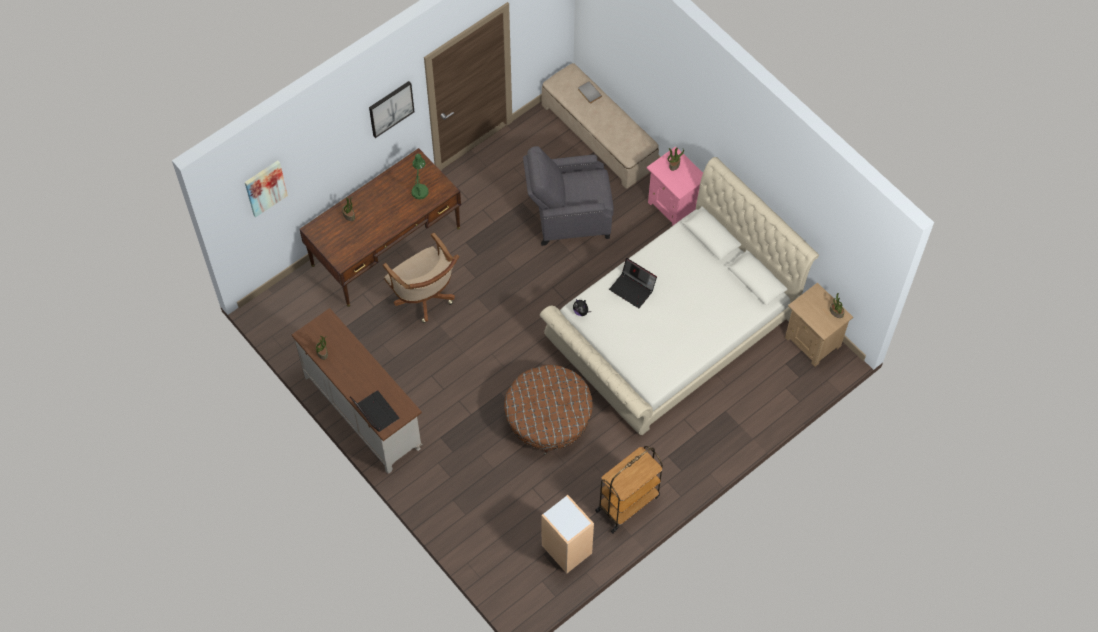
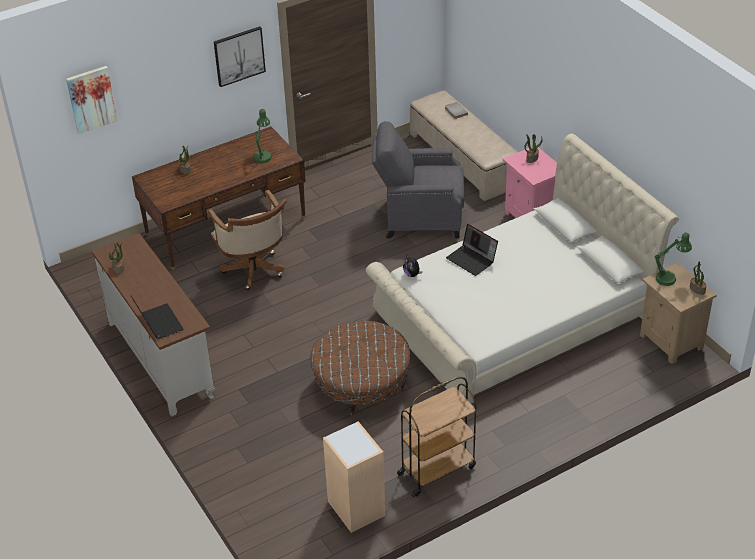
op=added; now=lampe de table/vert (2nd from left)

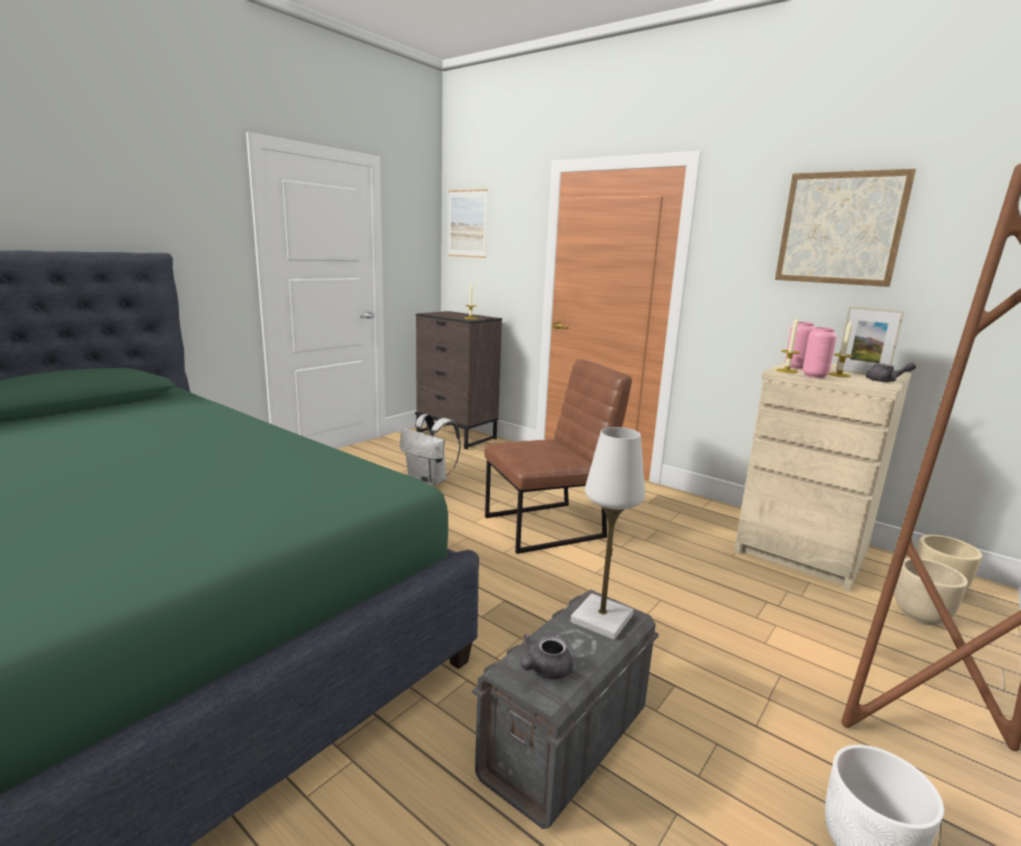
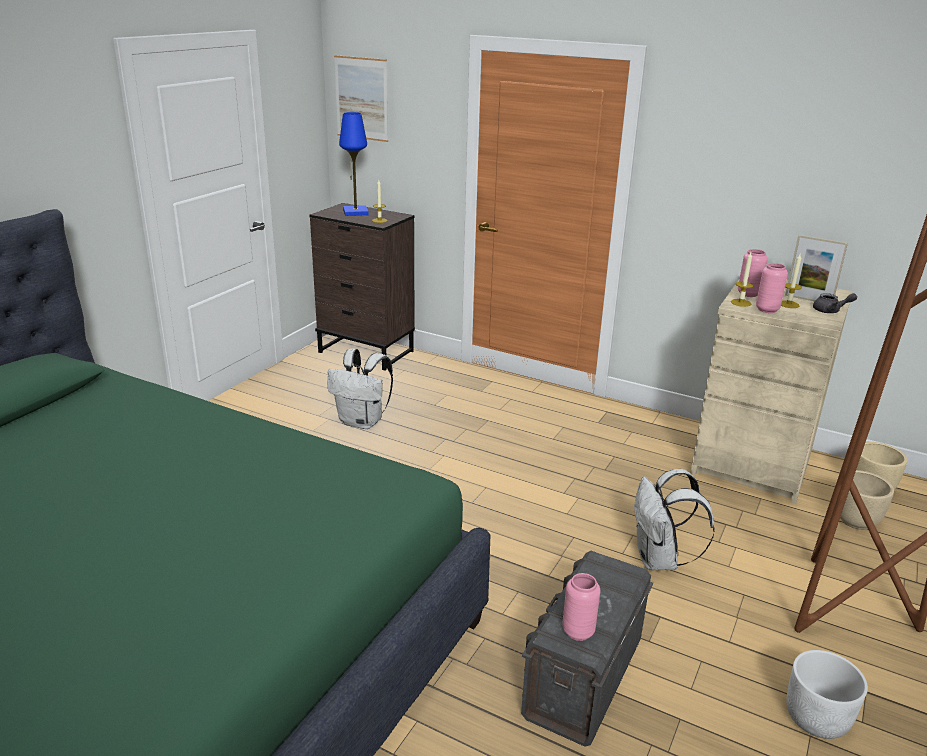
op=added; now=lampe de table/bleu
op=replaced; was=théière/gris (1st from left); now=vase/rose (1st from left)
op=added; now=sac à dos/blanc (2nd from left)
op=removed; was=chaise/marron
op=removed; was=lampe de table/blanc
op=removed; was=tableau (2nd from left)

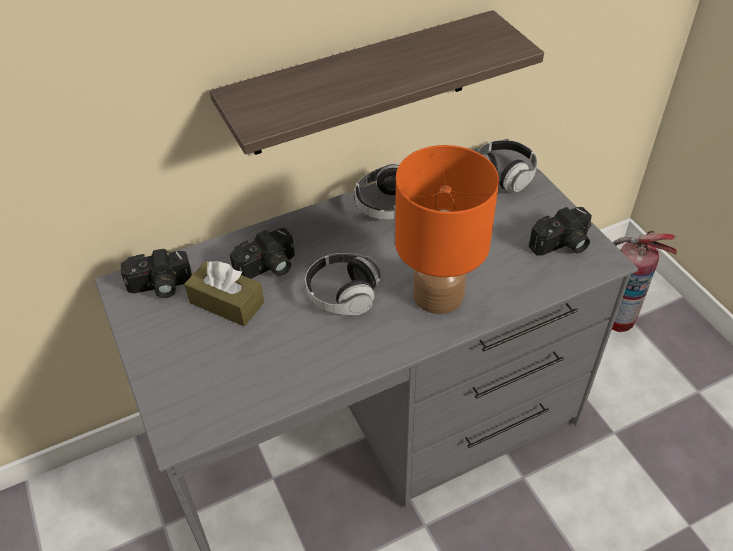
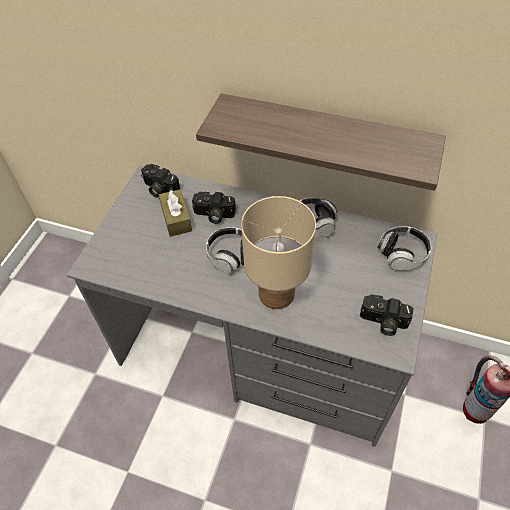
op=recoloured; was=lampe de table/orange; now=lampe de table/beige

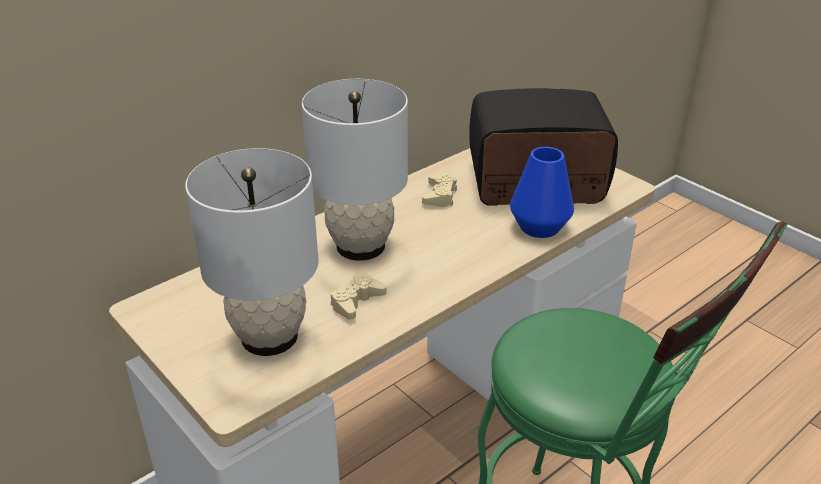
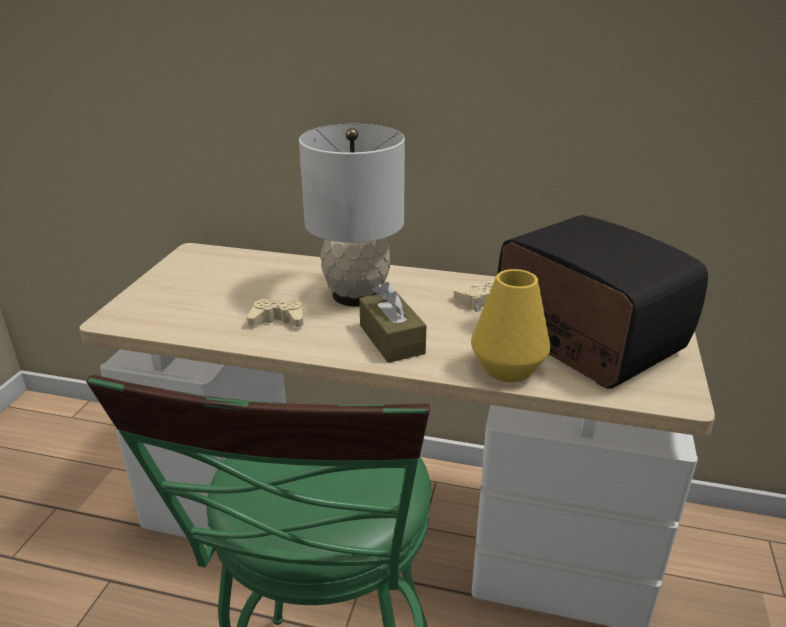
op=added; now=boîte à mouchoirs/marron
op=recoloured; was=vase/bleu; now=vase/jaune
op=removed; was=lampe de table/blanc (1st from left)

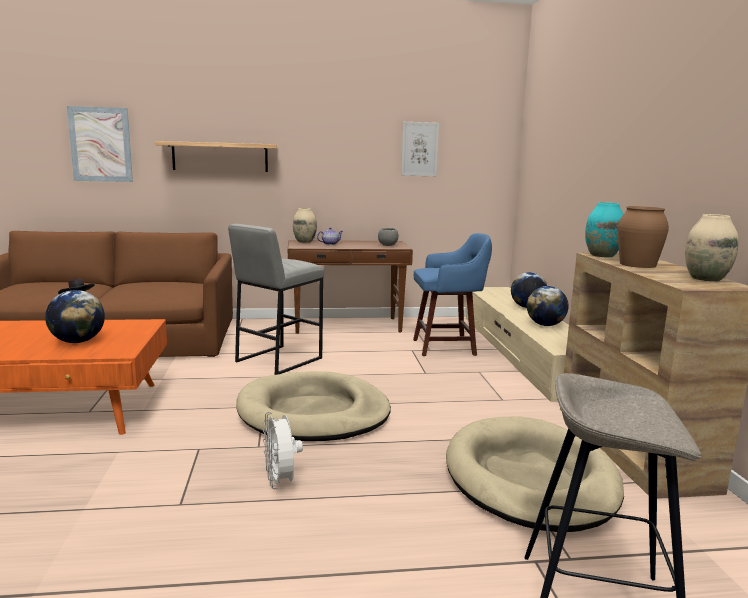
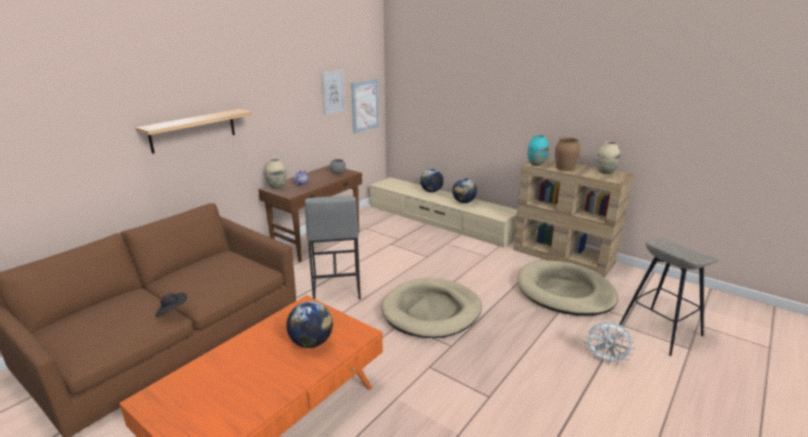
op=moved; was=tableau (1st from left in the first image); now=tableau (2nd from left)
op=moved; was=ventilateur/blanc
op=removed; was=tabouret/bleu

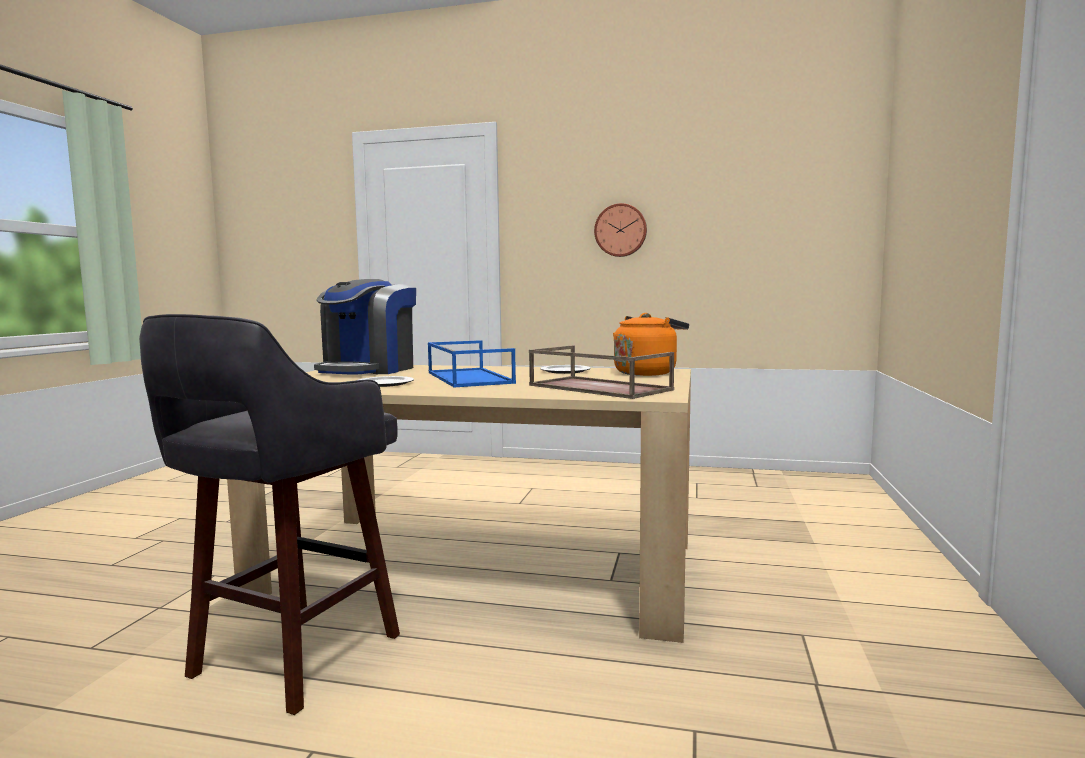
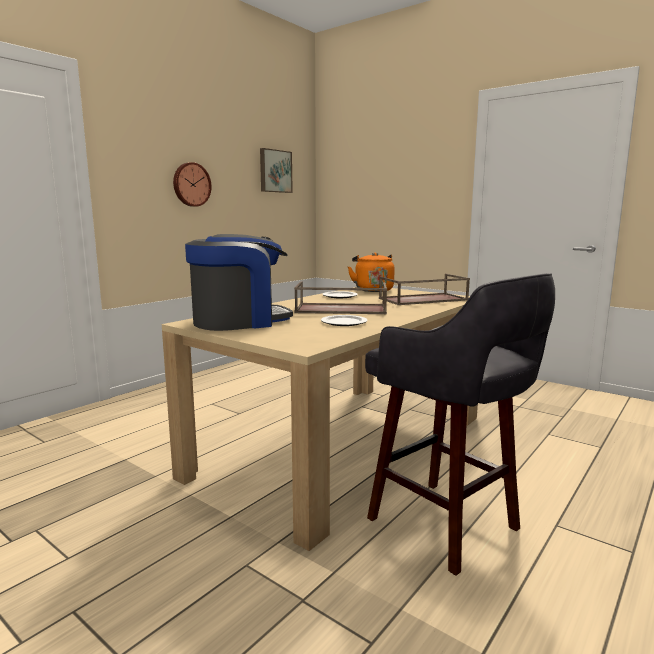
op=turned; was=machine à café; clockwise=-75
op=added; now=tableau
op=recoloured; was=plateau/bleu; now=plateau/marron (1st from left)

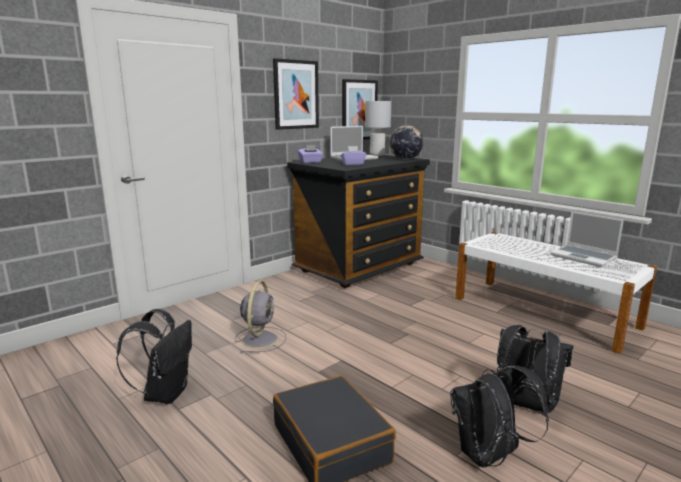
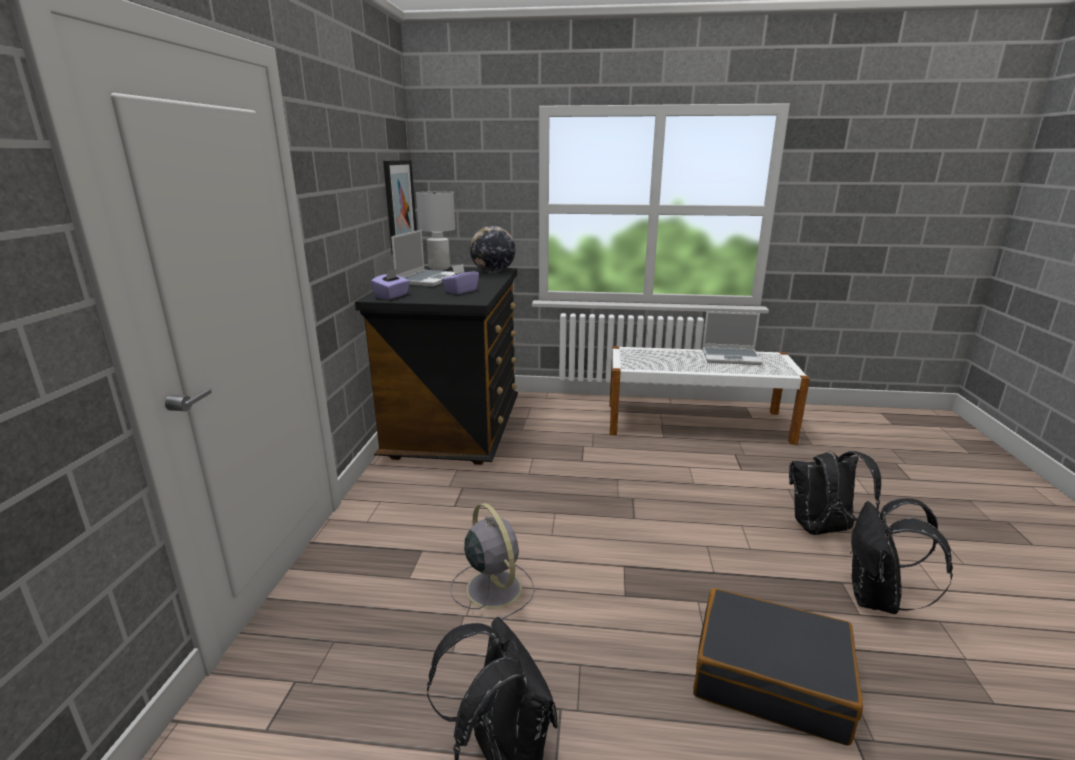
op=removed; was=tableau (1st from left)

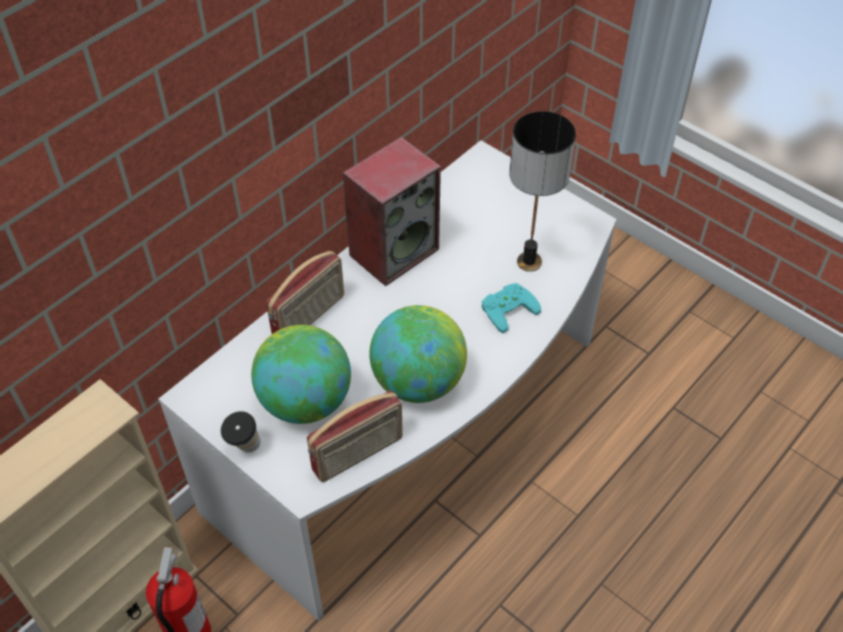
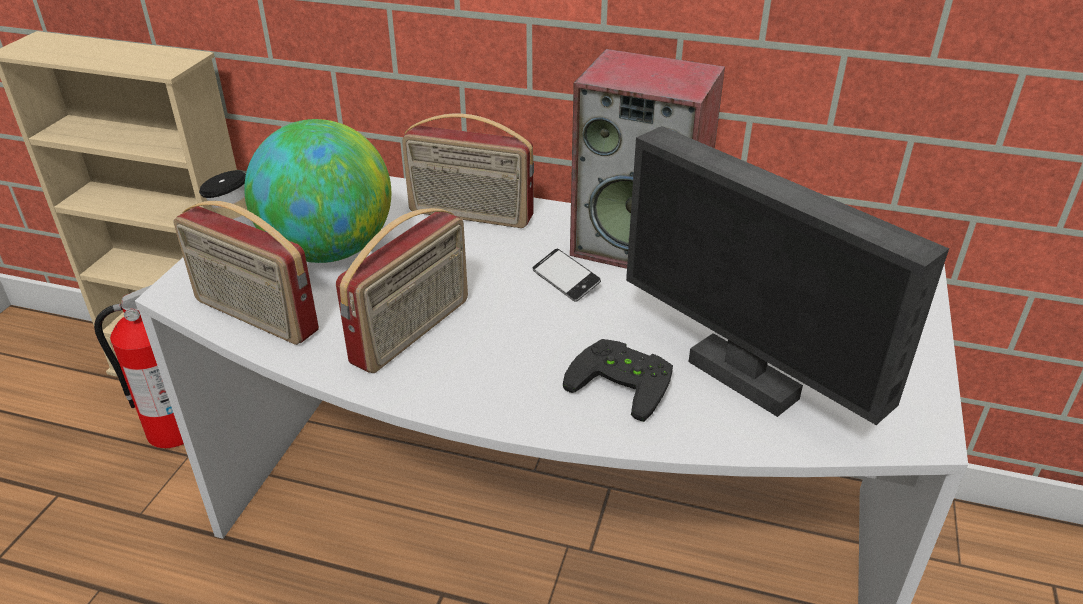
op=replaced; was=globe (2nd from left); now=radio (2nd from left)
op=added; now=téléphone
op=recoloured; was=manette/turquoise; now=manette/noir
op=replaced; was=lampe de table; now=écran d'ordinateur

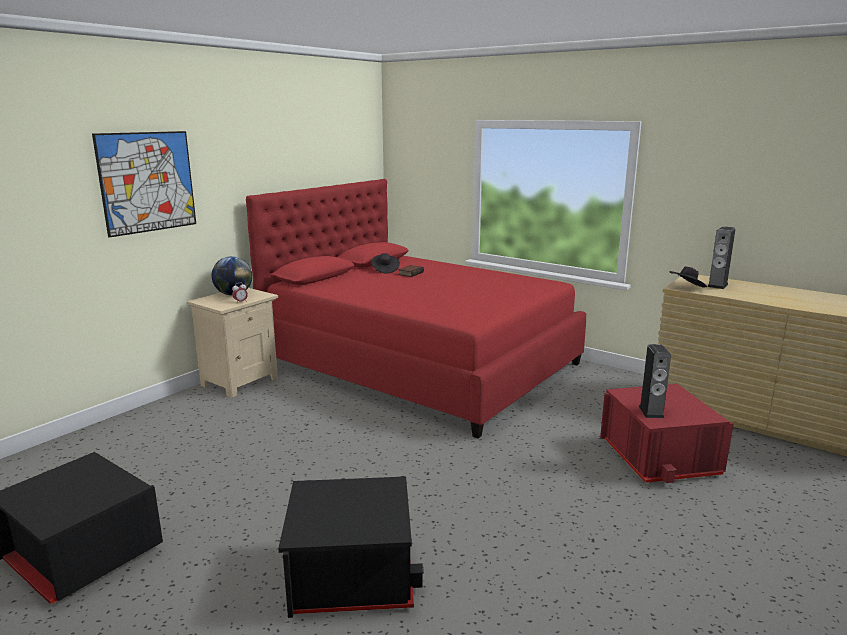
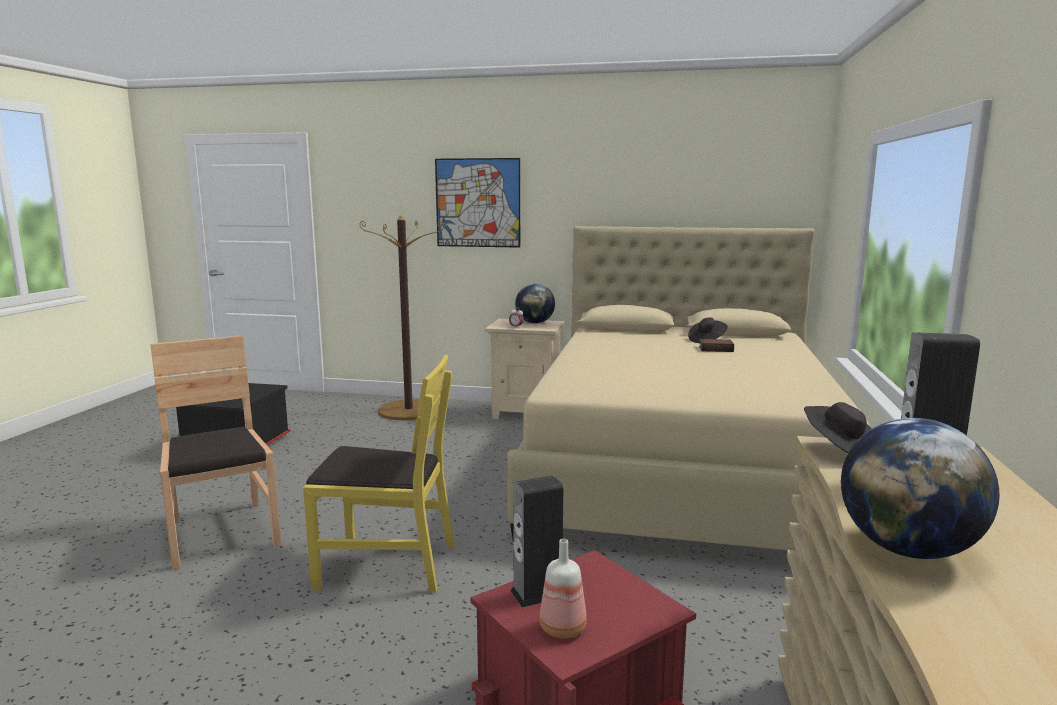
op=replaced; was=boîte de rangement/noir (2nd from left); now=chaise/marron
op=added; now=chaise/jaune
op=added; now=portant/marron
op=recoloured; was=lit/rouge; now=lit/beige
op=added; now=bouteille
op=added; now=globe (2nd from left)

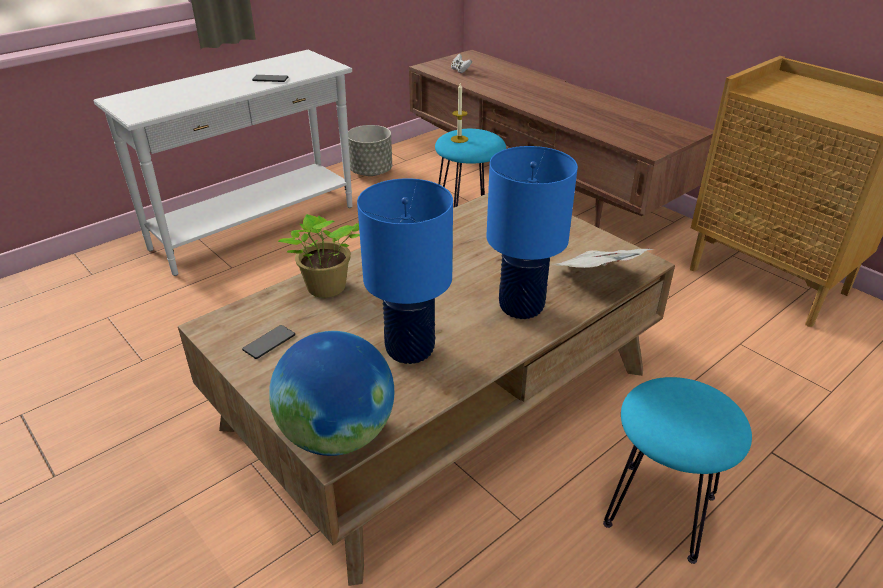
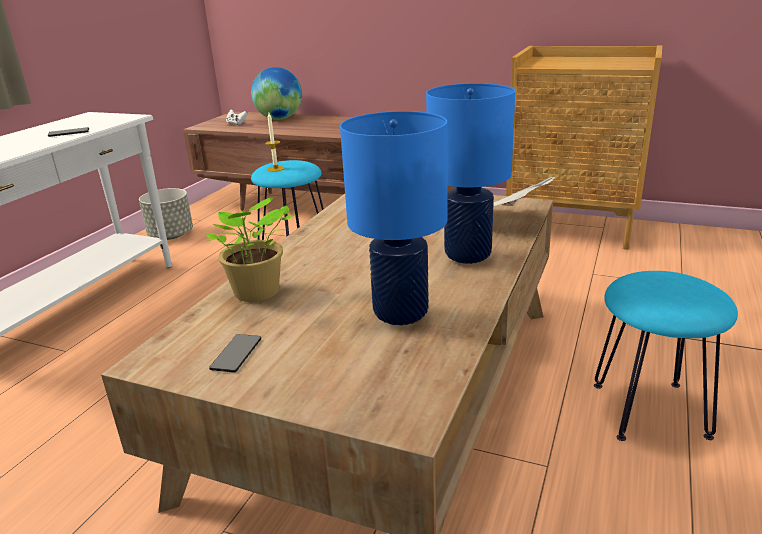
op=moved; was=globe

